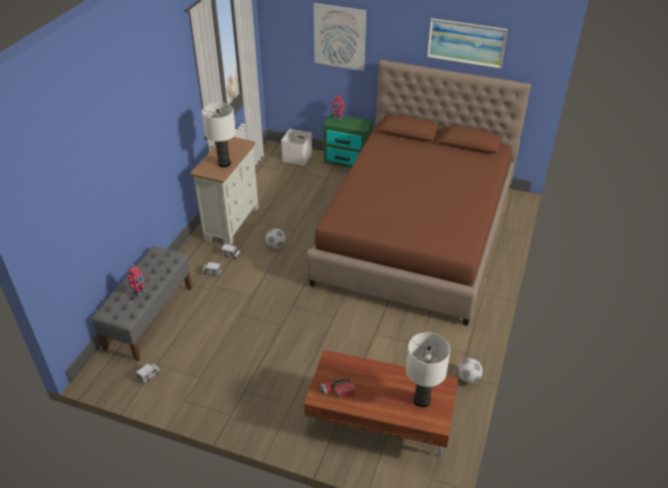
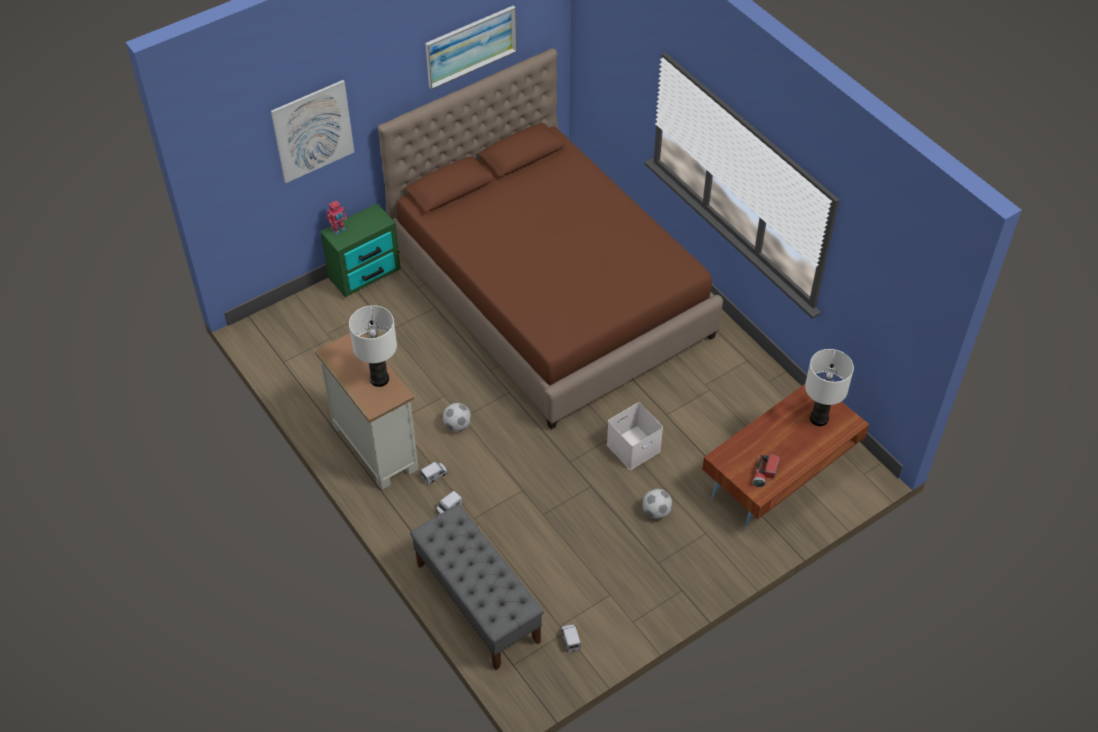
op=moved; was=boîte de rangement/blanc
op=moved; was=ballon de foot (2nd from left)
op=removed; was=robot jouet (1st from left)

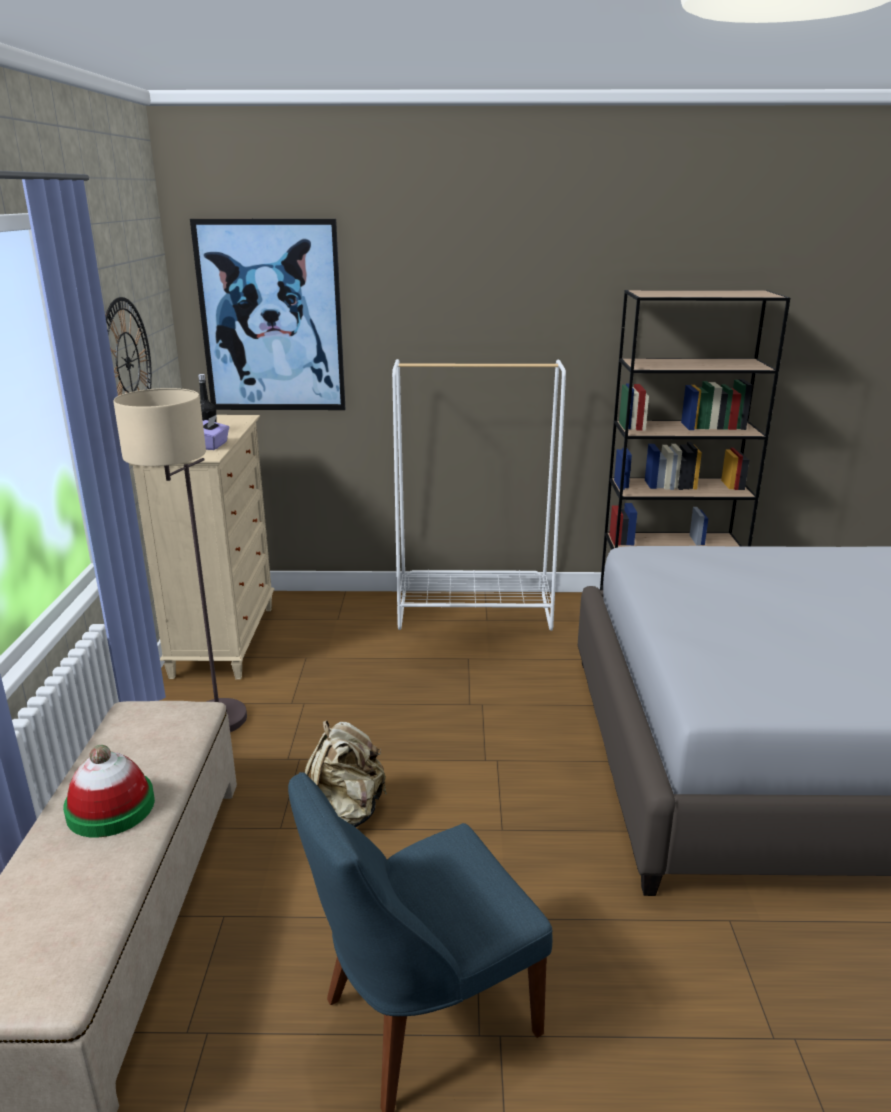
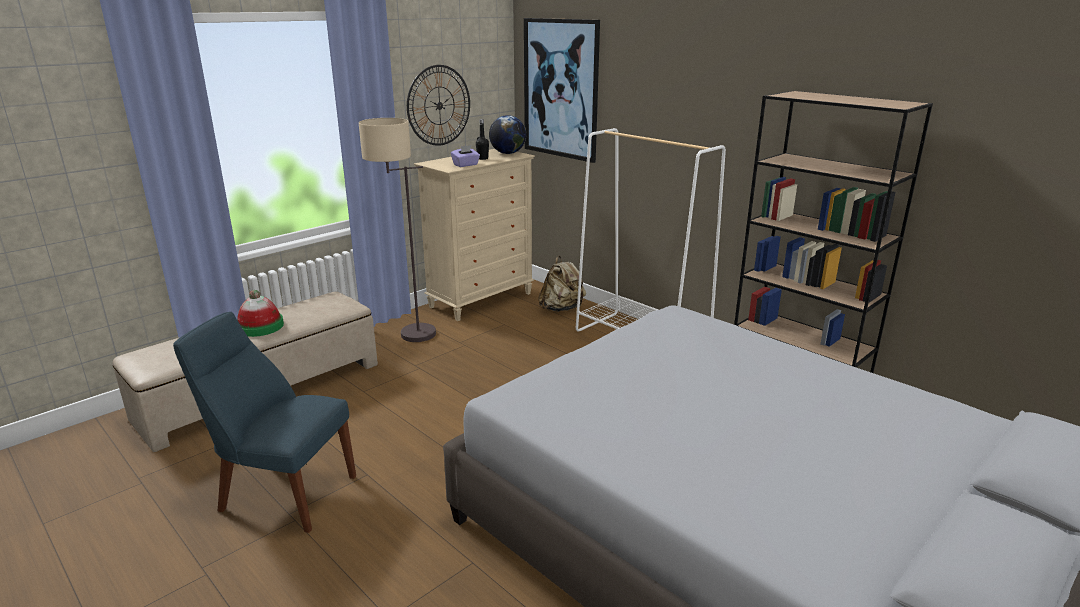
op=added; now=globe
op=moved; was=sac à dos/beige

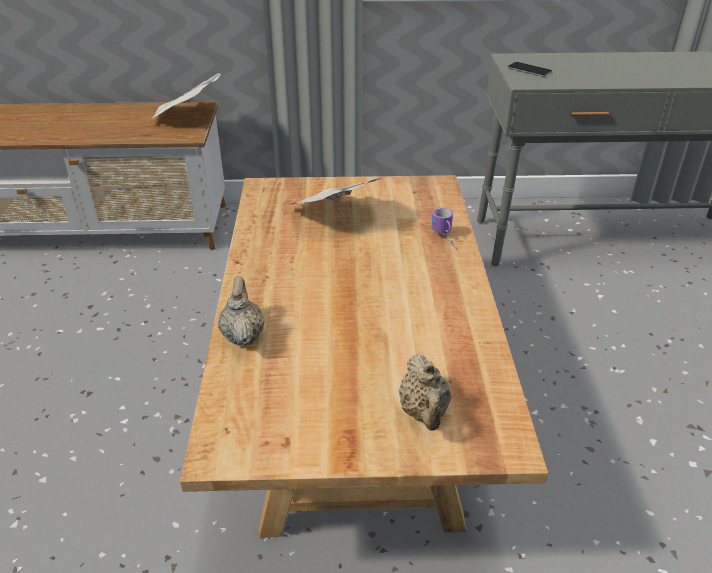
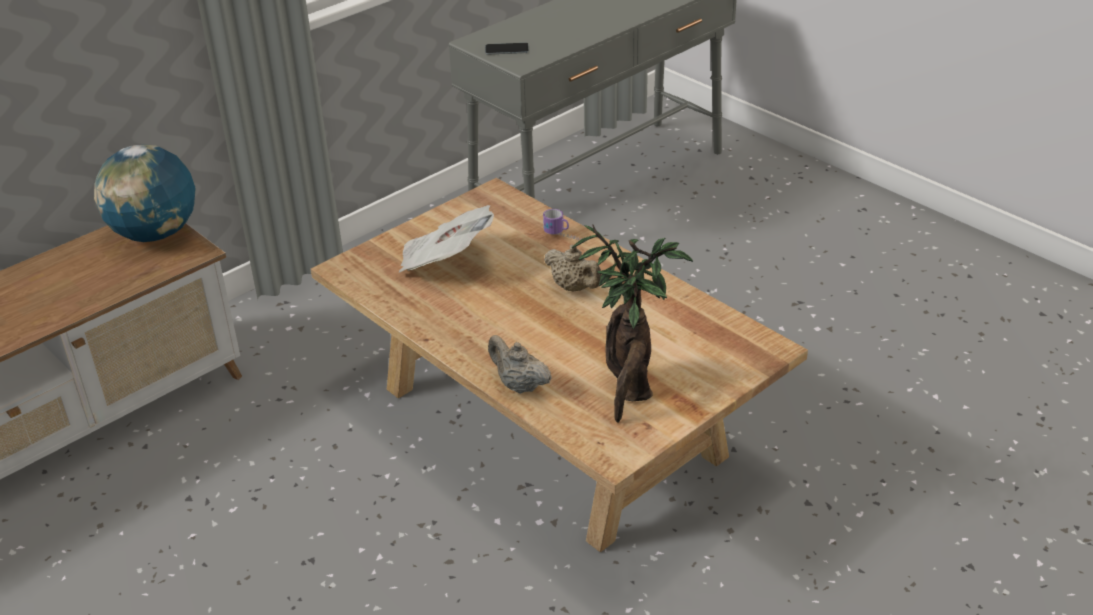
op=replaced; was=journal (1st from left); now=globe
op=moved; was=théière/beige (2nd from left)
op=added; now=plante en pot

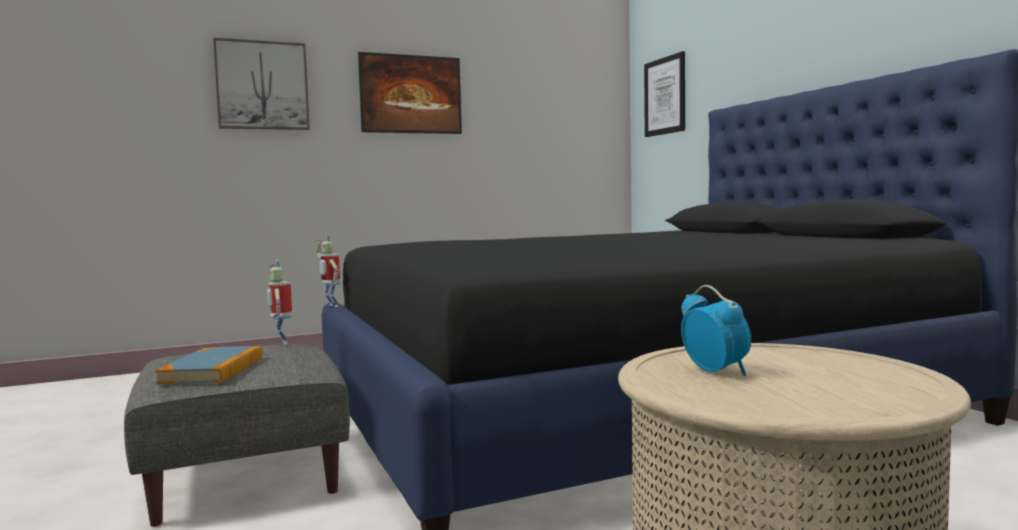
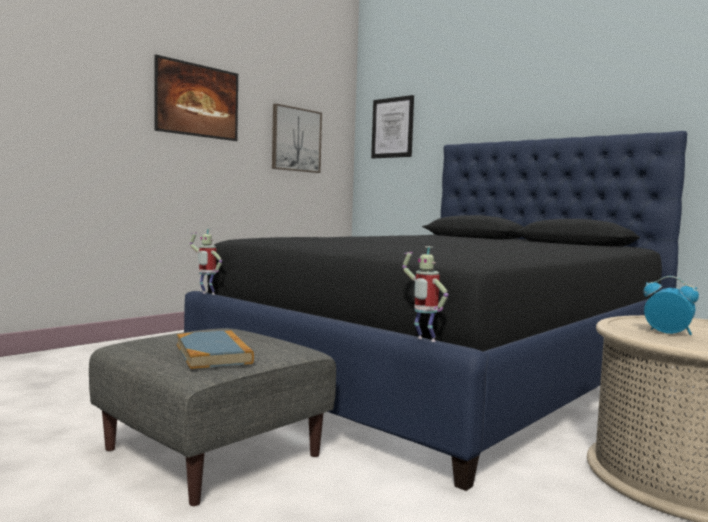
op=moved; was=tableau (1st from left in the first image); now=tableau (2nd from left)
op=moved; was=robot jouet (1st from left in the first image); now=robot jouet (2nd from left)

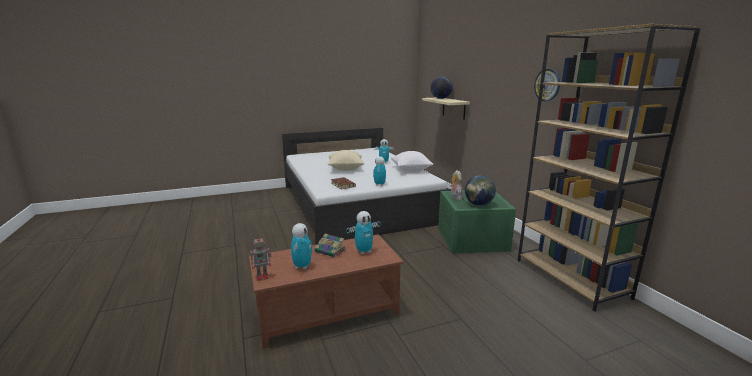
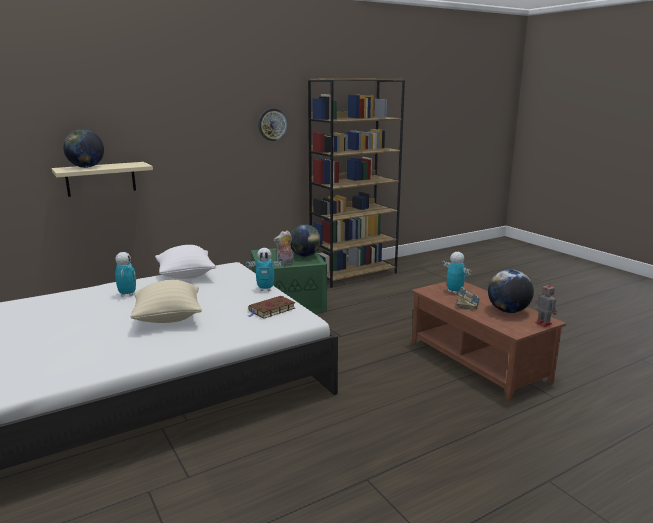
op=replaced; was=robot jouet (2nd from left); now=globe (3rd from left)

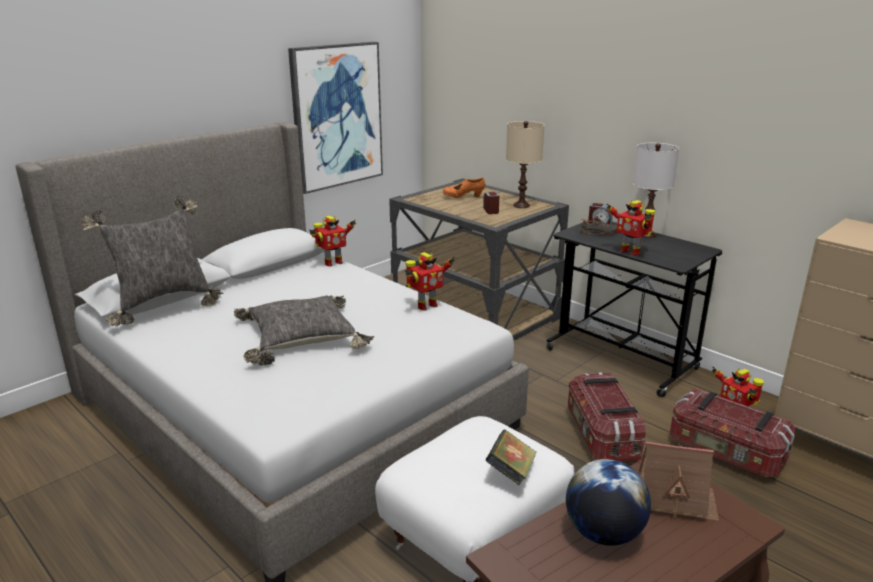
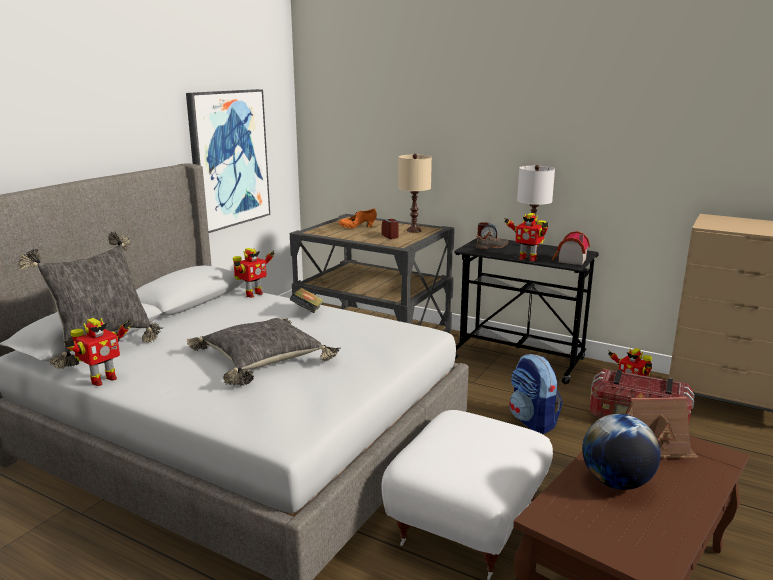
op=moved; was=robot jouet (2nd from left in the first image); now=robot jouet (1st from left)
op=moved; was=livre
op=replaced; was=boîte de rangement (1st from left); now=sac à dos
op=added; now=maison miniature (1st from left)

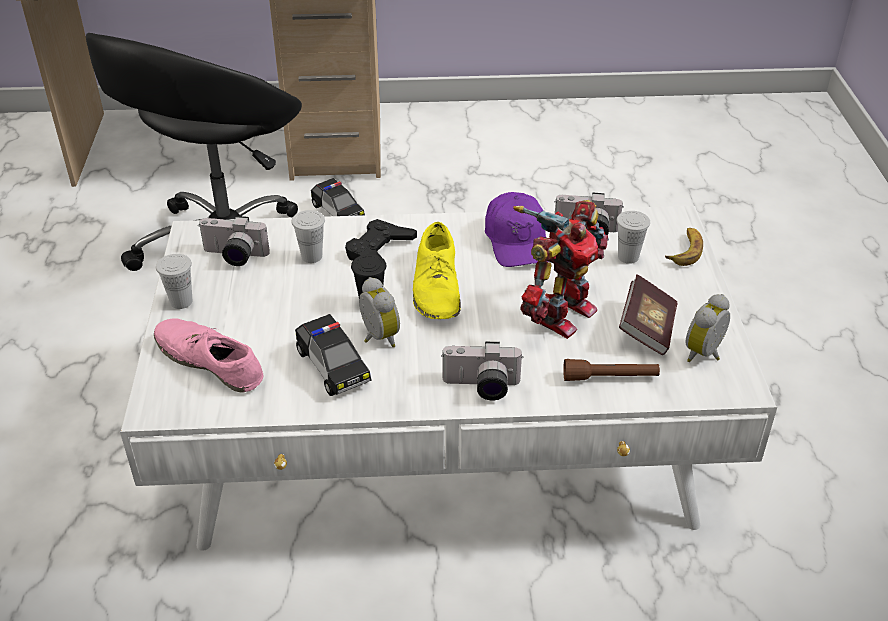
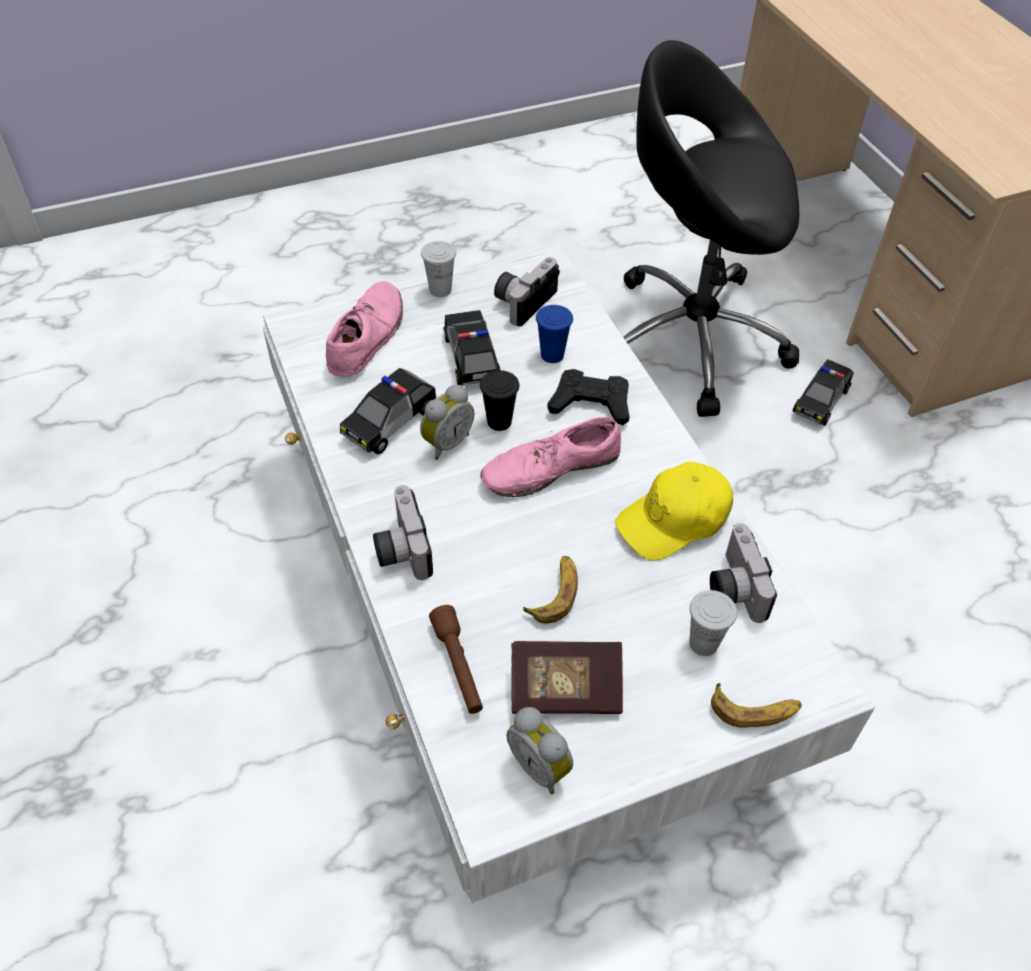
op=added; now=petite voiture (2nd from left)
op=recoloured; was=chaussure/jaune; now=chaussure/rose (2nd from left)
op=turned; was=appareil photo (1st from left in the first image); clockwise=45
op=turned; was=réveil (2nd from left); clockwise=-150
op=replaced; was=robot jouet; now=banane (1st from left)
op=recoloured; was=tasse/blanc (2nd from left); now=tasse/bleu
op=recoloured; was=casquette/violet; now=casquette/jaune

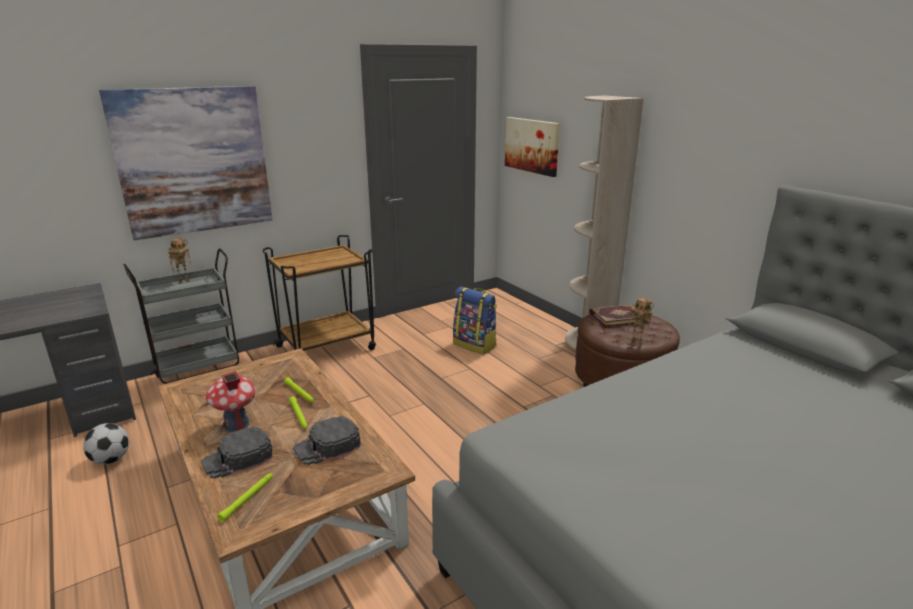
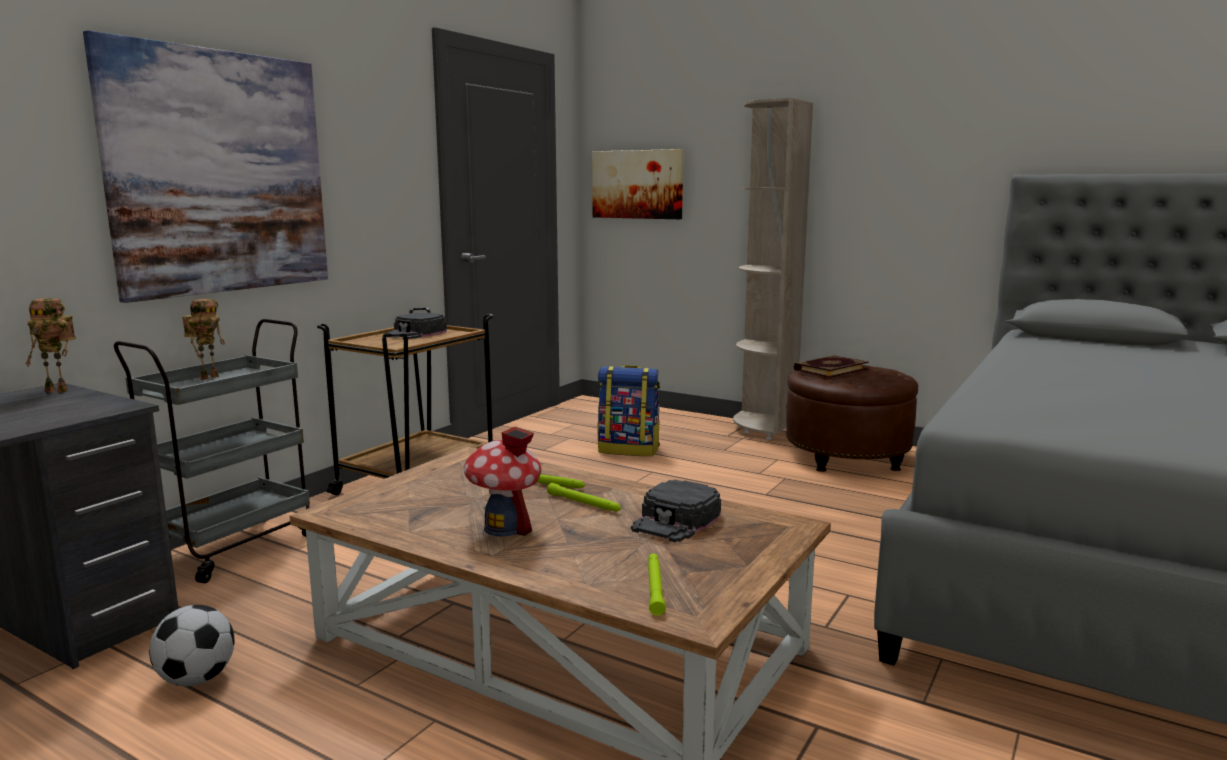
op=moved; was=robot jouet (2nd from left in the first image); now=robot jouet (1st from left)
op=moved; was=casquette/noir (1st from left)

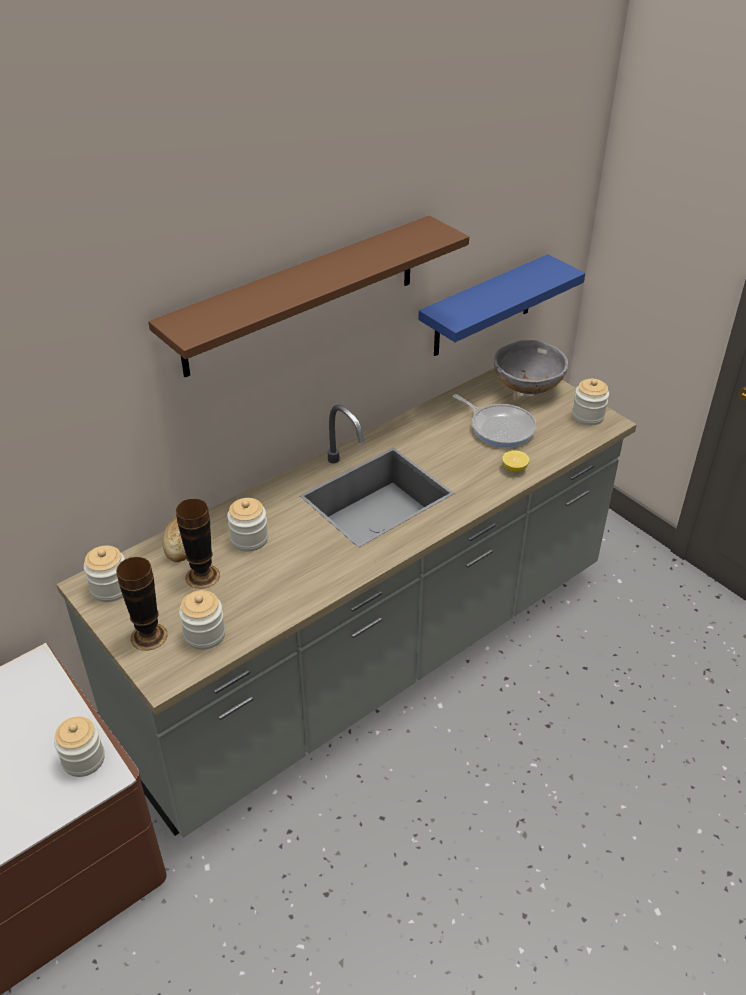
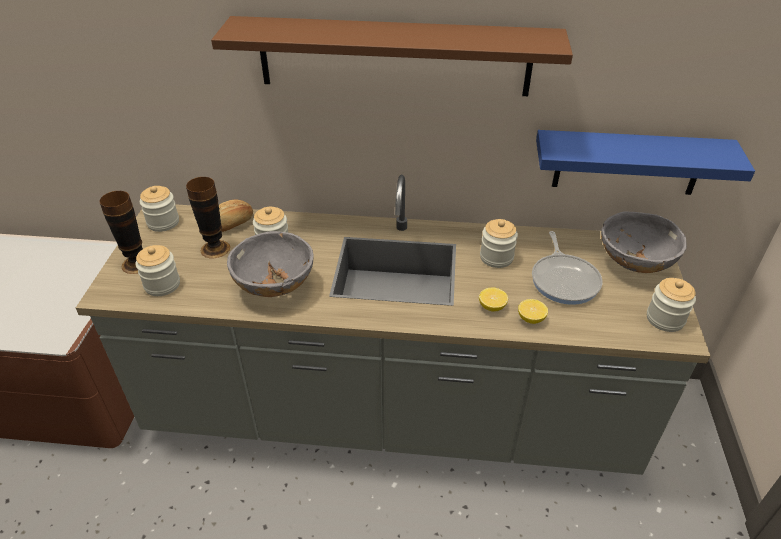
op=added; now=bol/gris (1st from left)
op=added; now=citron (1st from left)
op=moved; was=bocal (1st from left in the first image); now=bocal (4th from left)

